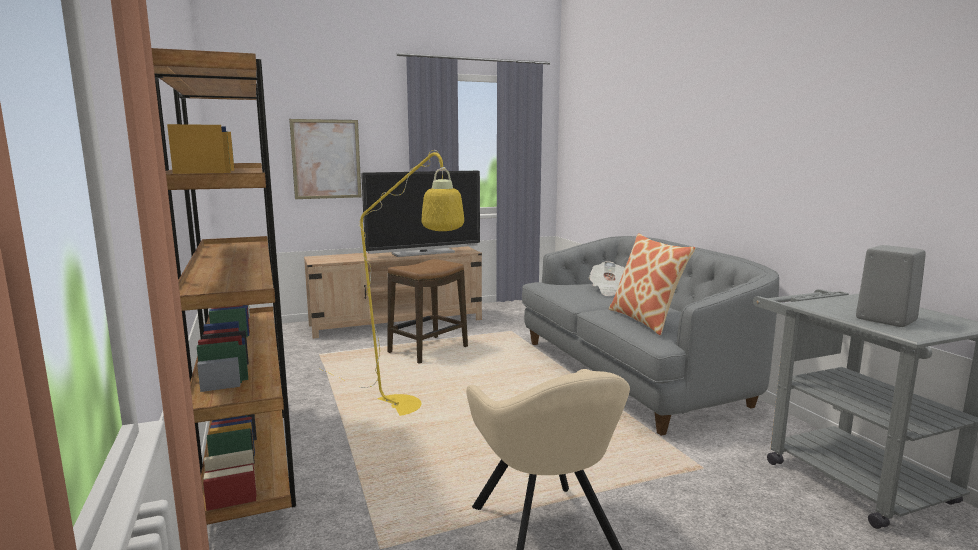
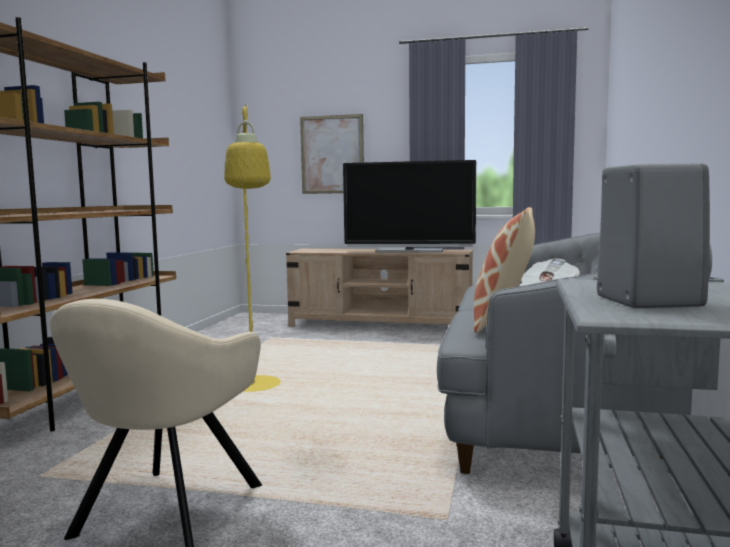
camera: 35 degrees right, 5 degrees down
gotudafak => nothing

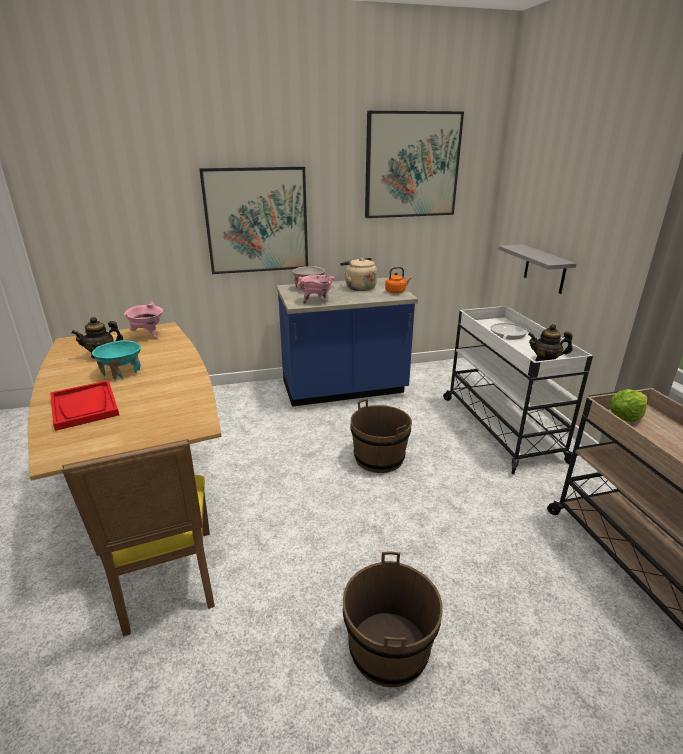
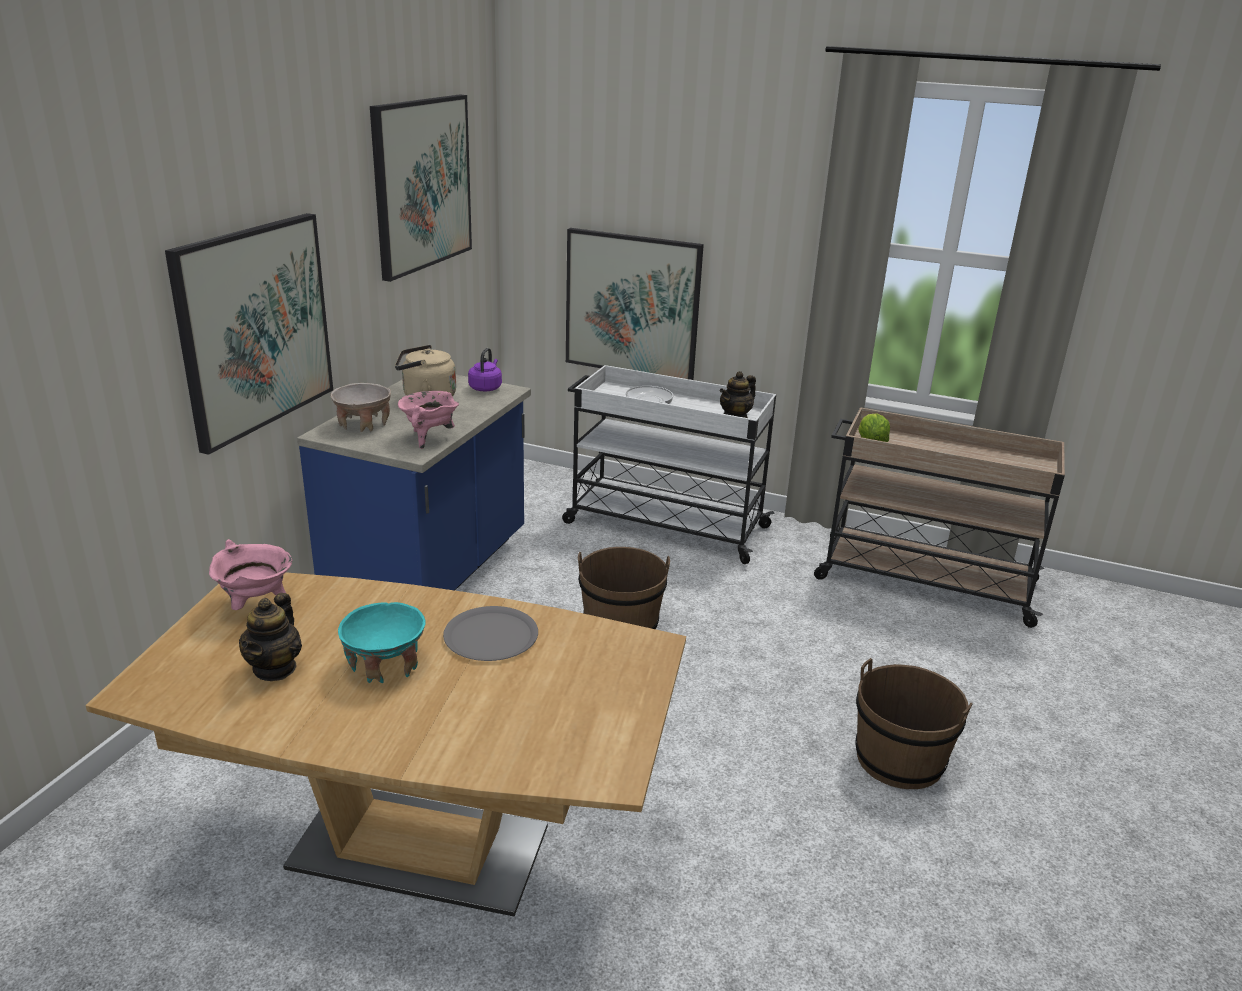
camera: 55 degrees left, 0 degrees up
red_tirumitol => nothing
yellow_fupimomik => nothing
nothing => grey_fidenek
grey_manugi => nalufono (3rd from left)
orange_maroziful => purple_maroziful

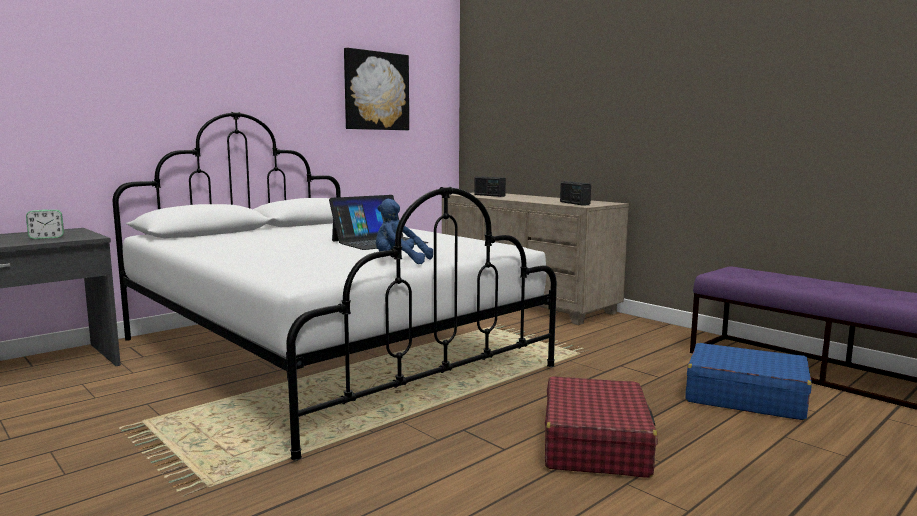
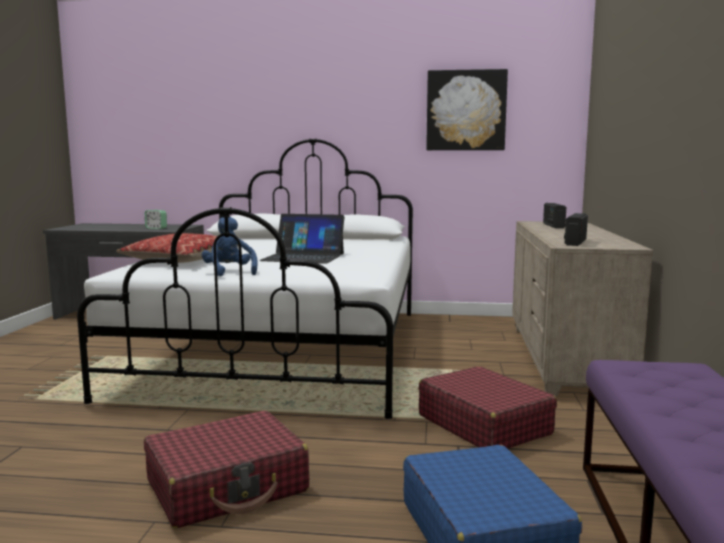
camera: 50 degrees right, 0 degrees up
nothing => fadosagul
nothing => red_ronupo (2nd from left)

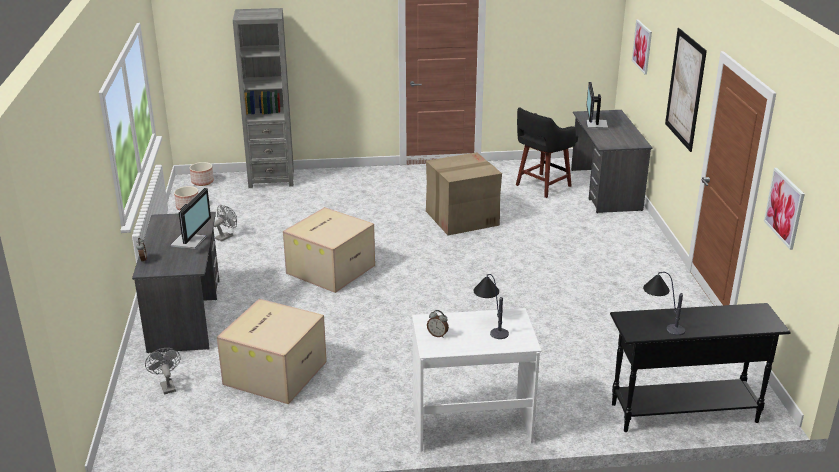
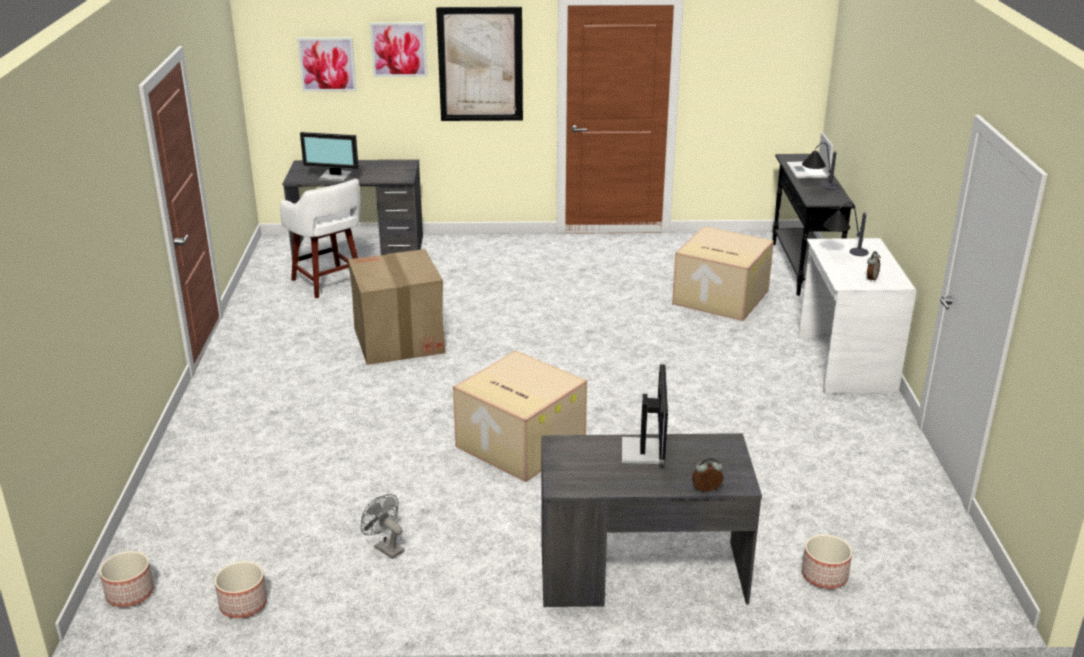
camera: 85 degrees left, 0 degrees up
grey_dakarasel => nothing
nothing => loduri
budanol (1st from left in the first image) => budanol (3rd from left), moved
nalufono (3rd from left in the first image) => nalufono (2nd from left), moved
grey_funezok (1st from left) => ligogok (3rd from left)
black_gotudafak => white_gotudafak
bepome (1st from left in the first image) => bepome (2nd from left), 75 degrees clockwise

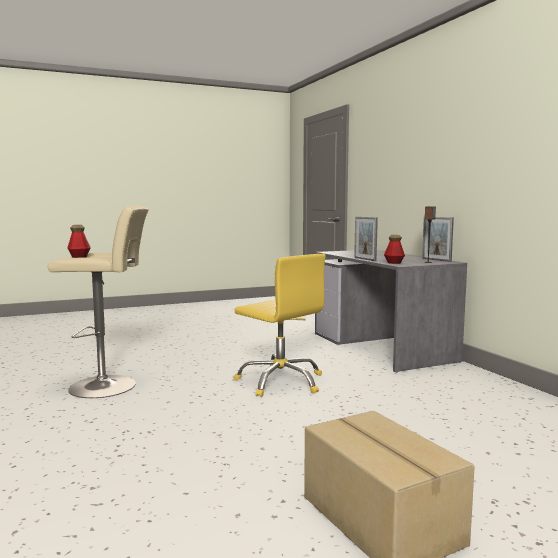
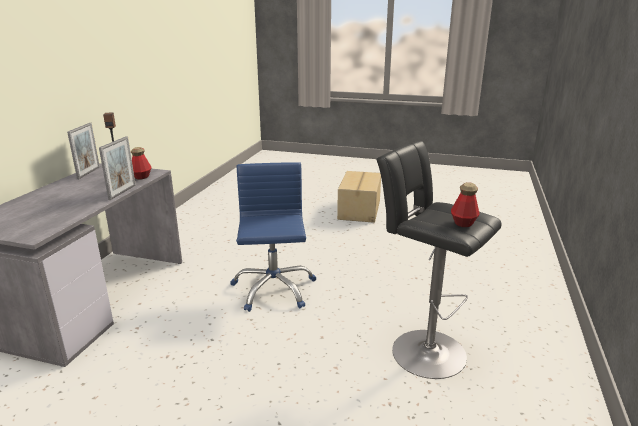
camera: 140 degrees left, 15 degrees up
beige_gotudafak => black_gotudafak
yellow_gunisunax => blue_gunisunax

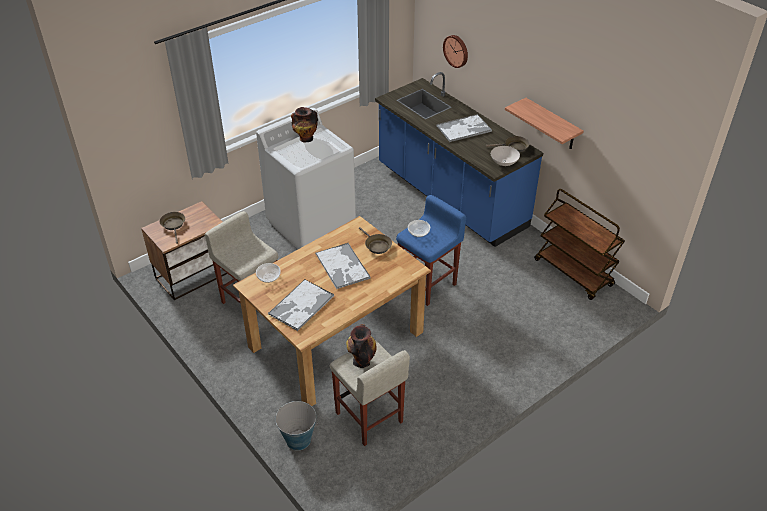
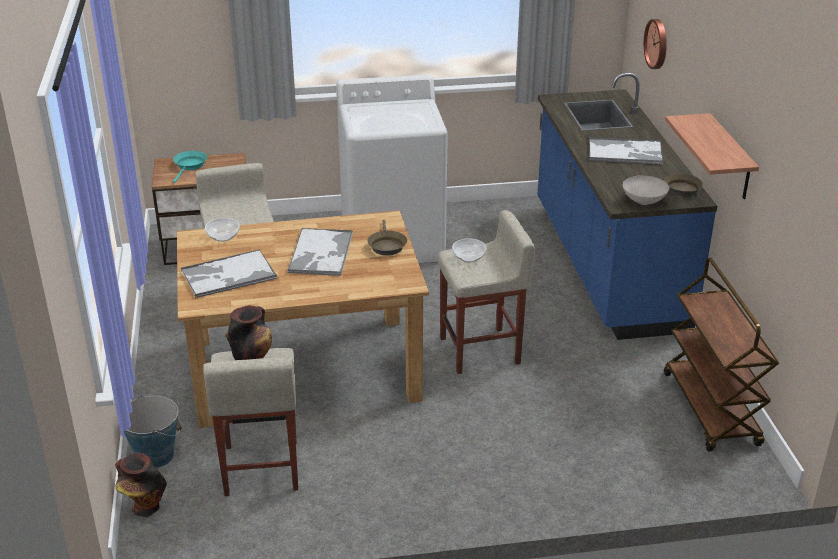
camera: 30 degrees right, 10 degrees down
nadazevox (1st from left), moved
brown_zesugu (1st from left) => turquoise_zesugu
blue_gotudafak => beige_gotudafak (3rd from left)

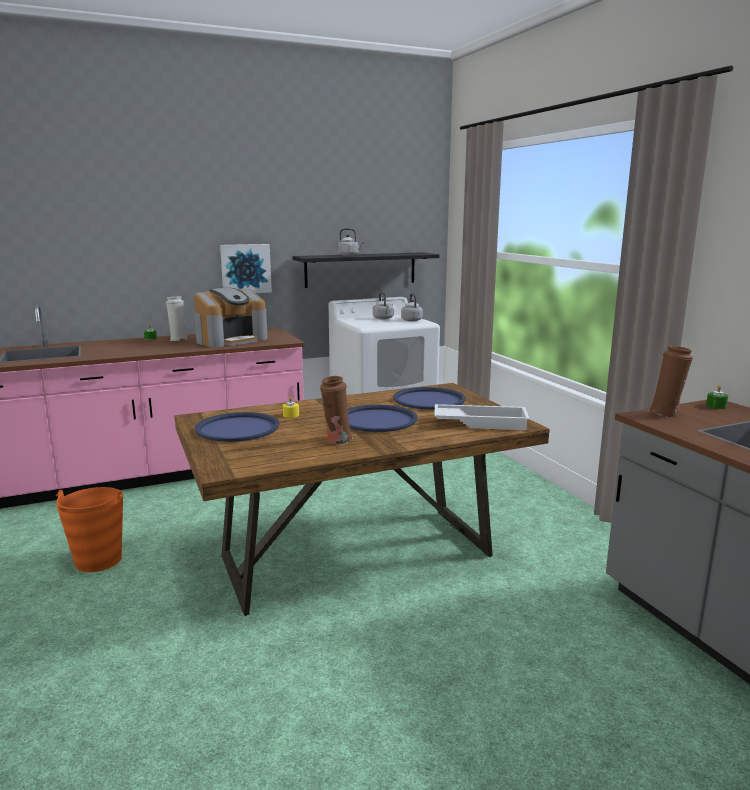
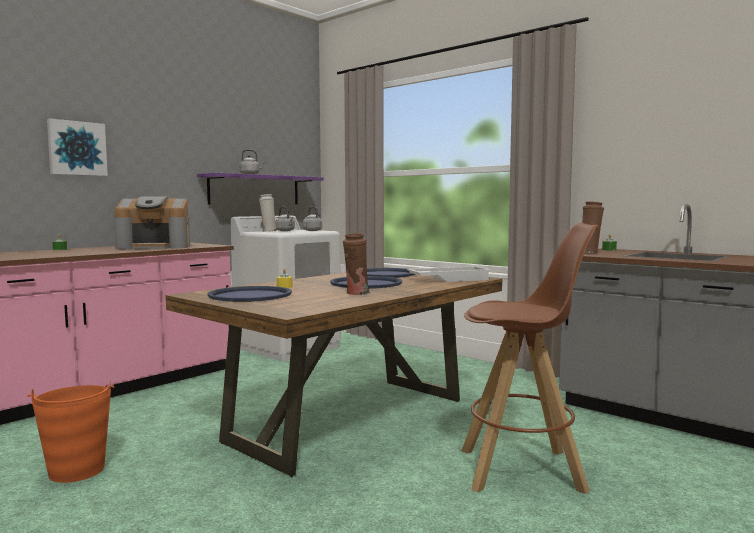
camera: 25 degrees left, 10 degrees down
nothing => brown_gotudafak
white_nadazevox, moved
nalufono, moved
black_manugi => purple_manugi
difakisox, 60 degrees clockwise

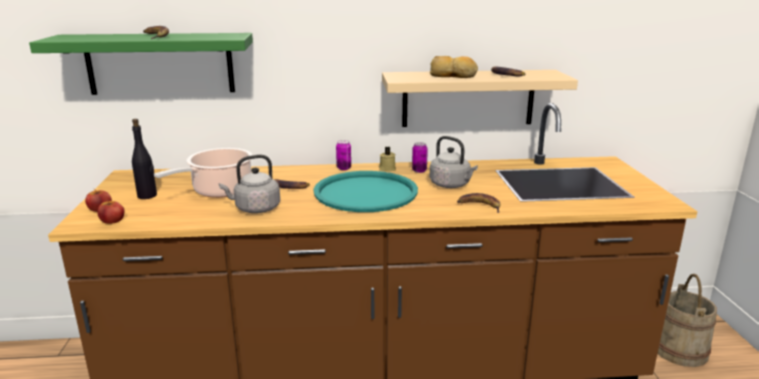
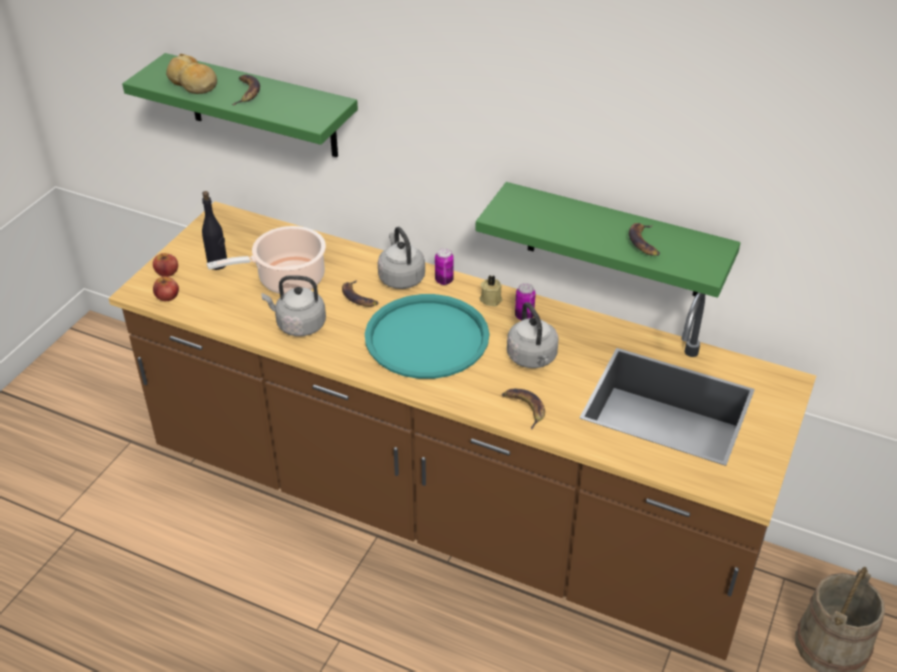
camera: 30 degrees right, 20 degrees up
nothing => grey_maroziful (2nd from left)
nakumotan, moved
beige_manugi => green_manugi (2nd from left)

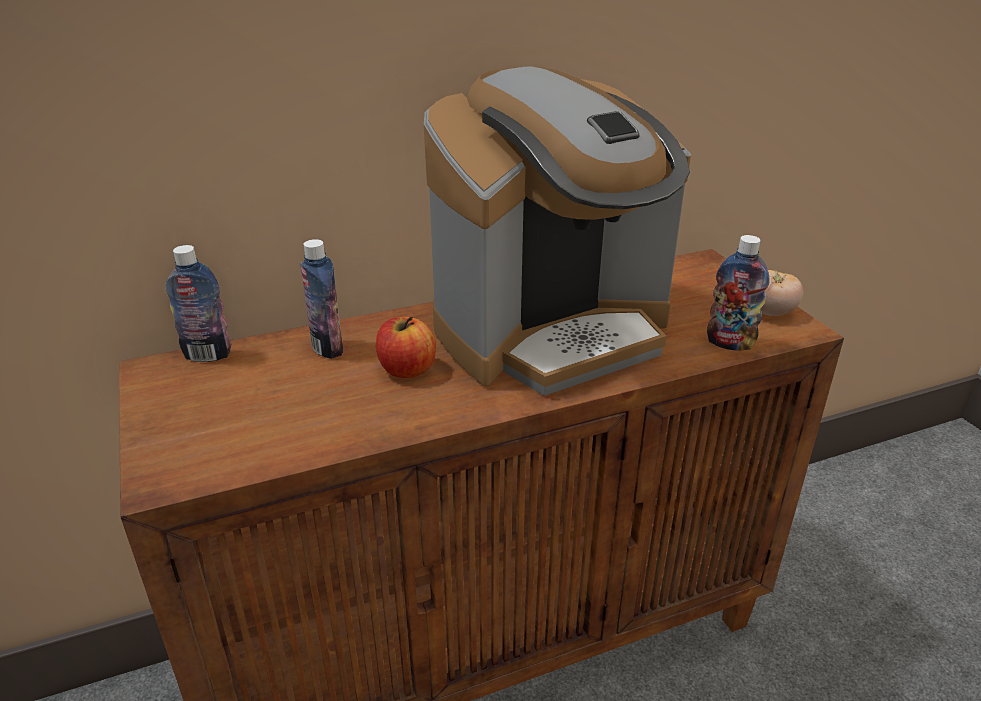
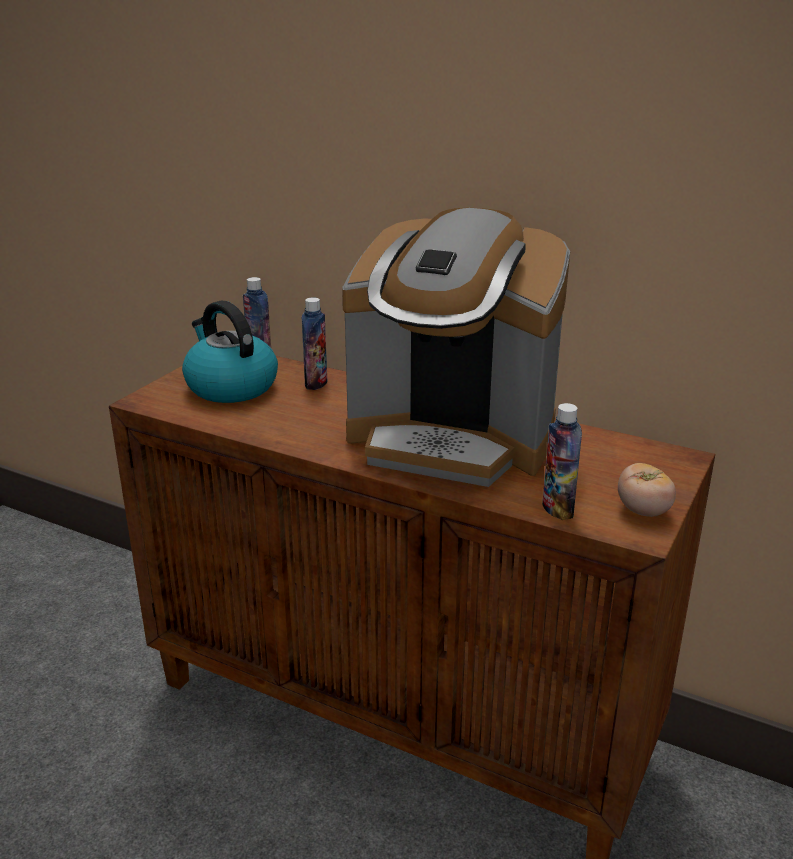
camera: 50 degrees right, 5 degrees down
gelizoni => nothing
nothing => maroziful

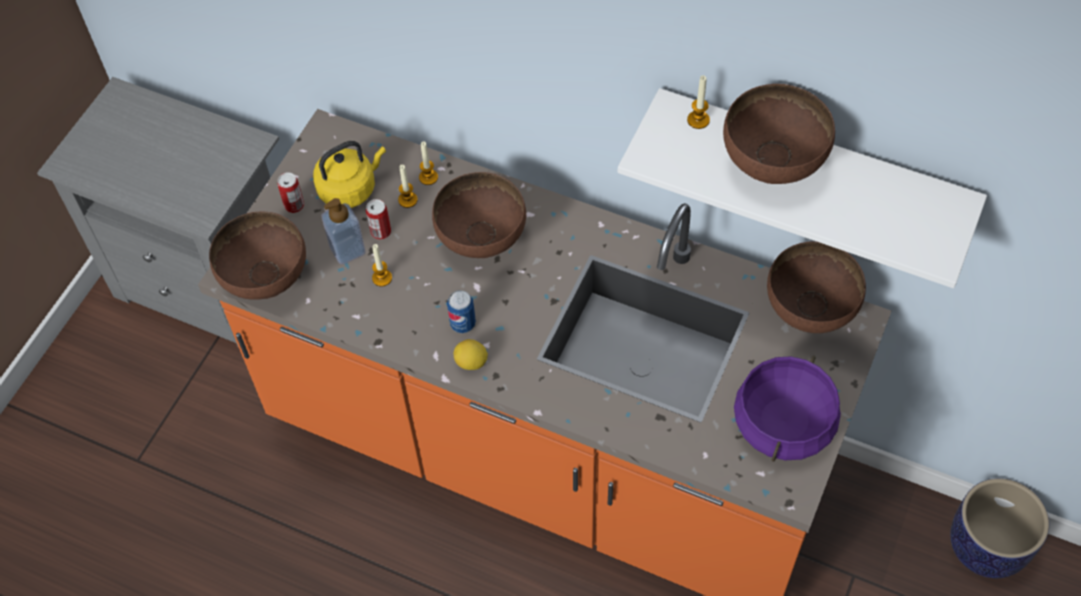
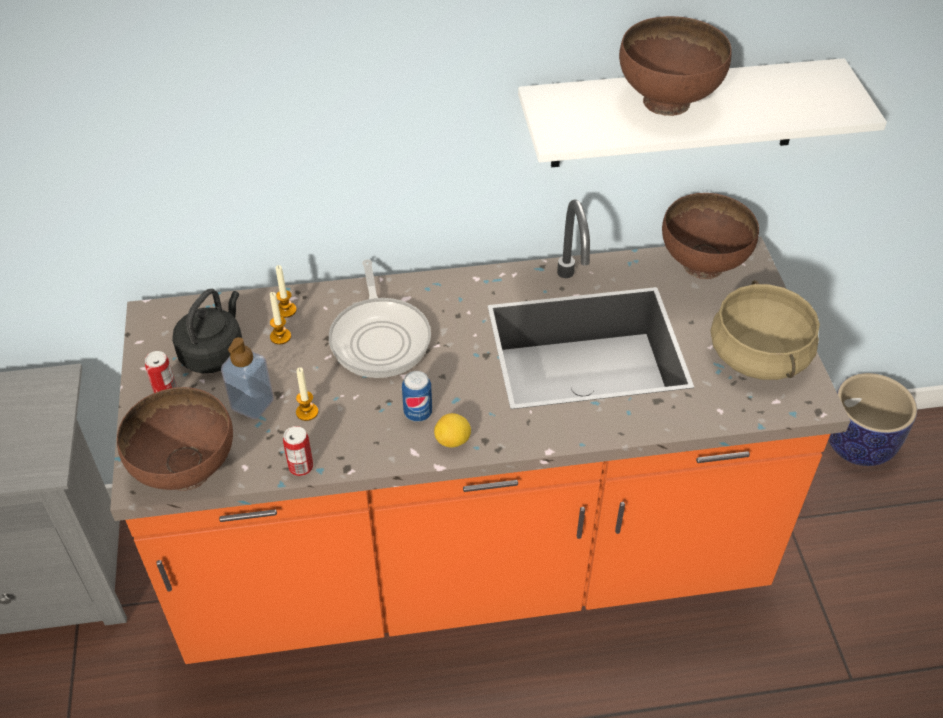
camera: 35 degrees left, 10 degrees down
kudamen (4th from left) => nothing
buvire (2nd from left), moved
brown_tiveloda (2nd from left) => zesugu
yellow_maroziful => black_maroziful
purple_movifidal => beige_movifidal

